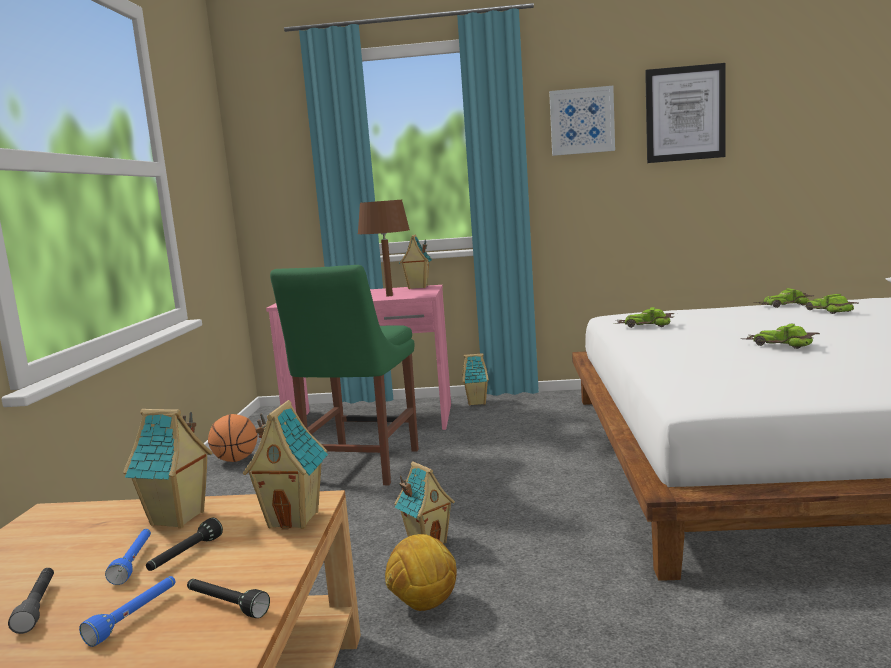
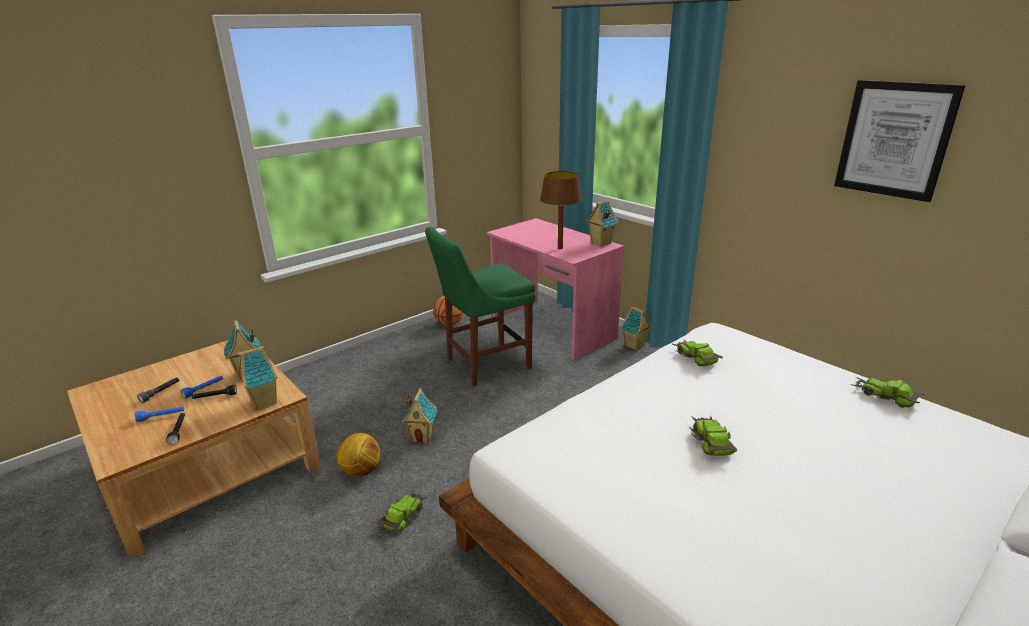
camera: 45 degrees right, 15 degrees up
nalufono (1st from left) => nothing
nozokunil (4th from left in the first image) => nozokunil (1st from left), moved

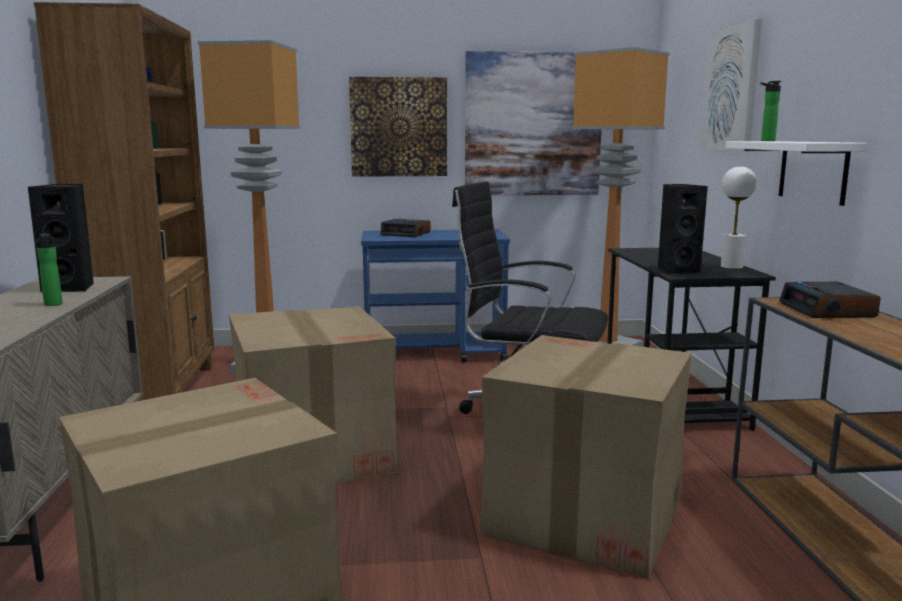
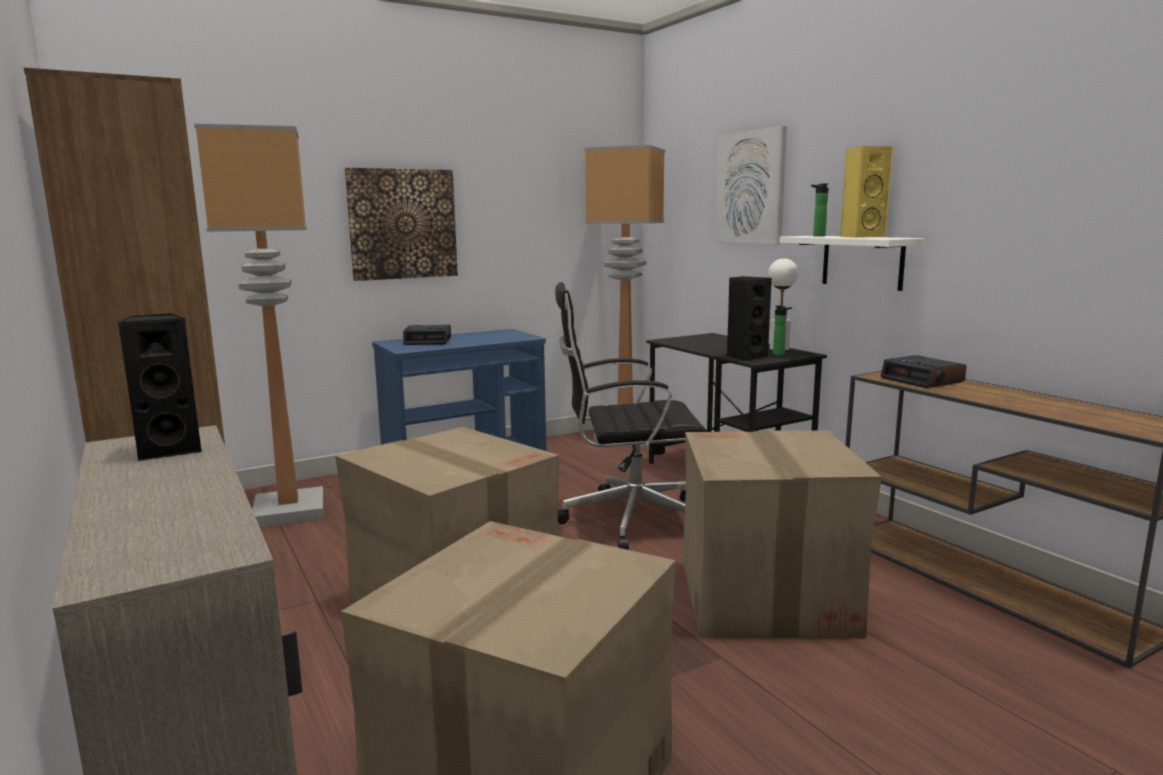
camera: 25 degrees left, 0 degrees up
nalufono (2nd from left) => nothing
nothing => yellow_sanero
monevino (1st from left), moved

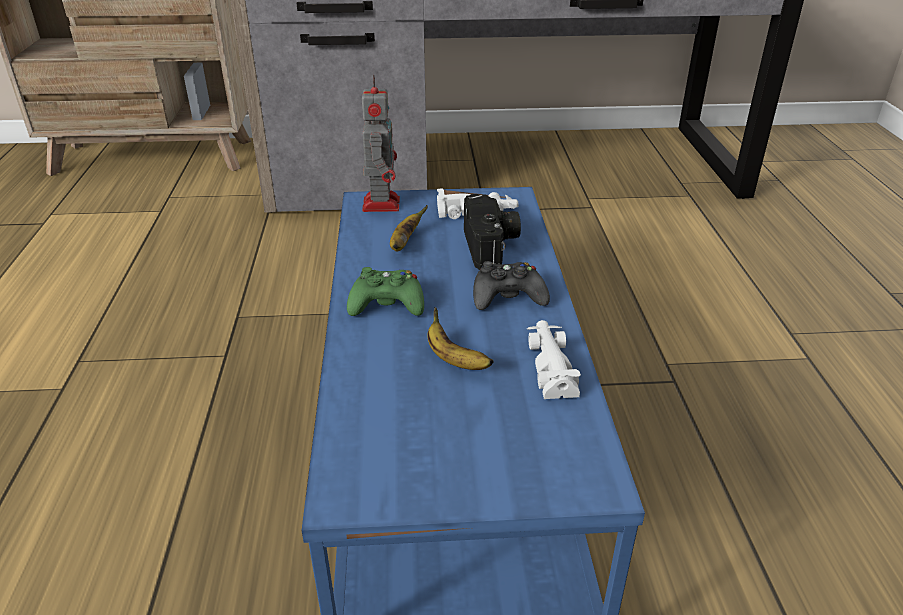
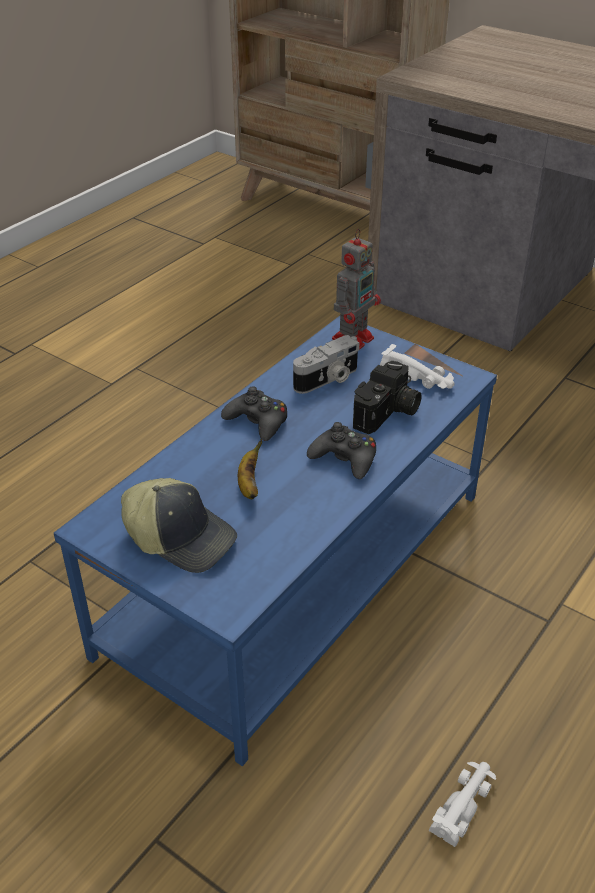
camera: 40 degrees right, 5 degrees up
nothing => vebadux
white_nozokunil (2nd from left), moved
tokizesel (1st from left) => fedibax (1st from left)
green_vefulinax => black_vefulinax (1st from left)

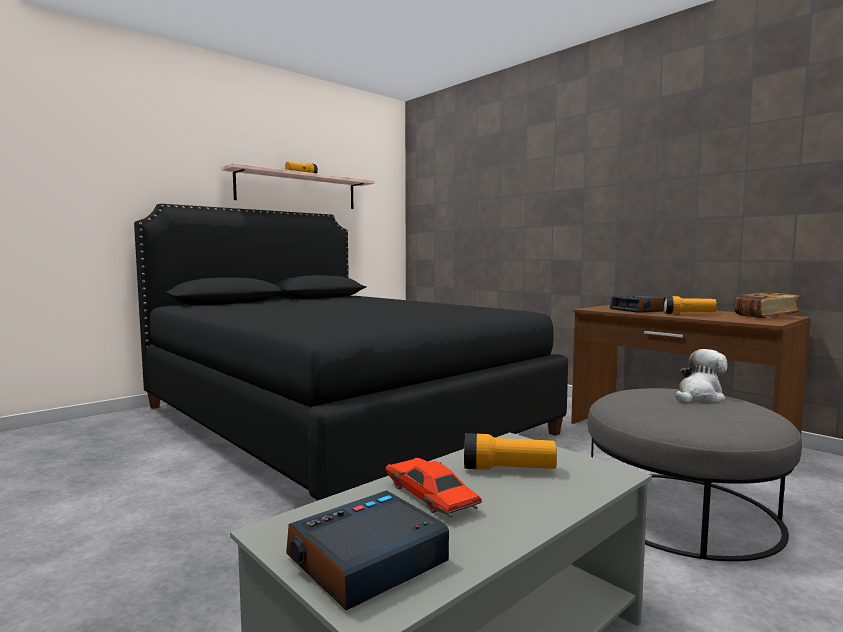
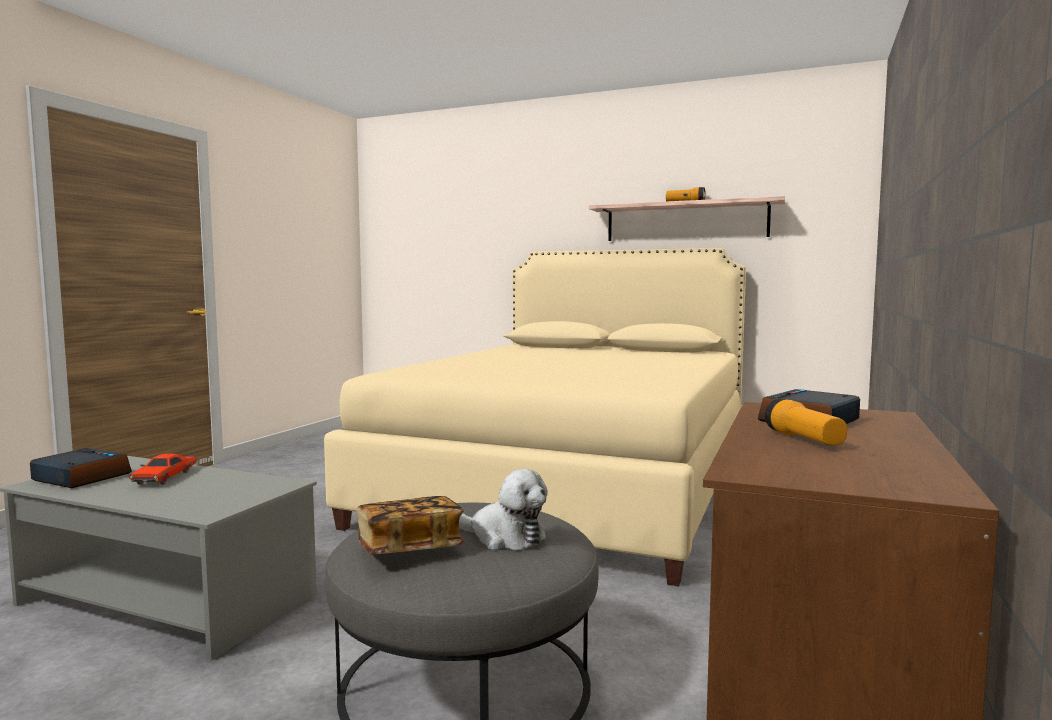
camera: 65 degrees right, 0 degrees up
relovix (2nd from left) => nothing
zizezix, moved
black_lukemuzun => beige_lukemuzun
red_nozokunil, 150 degrees clockwise

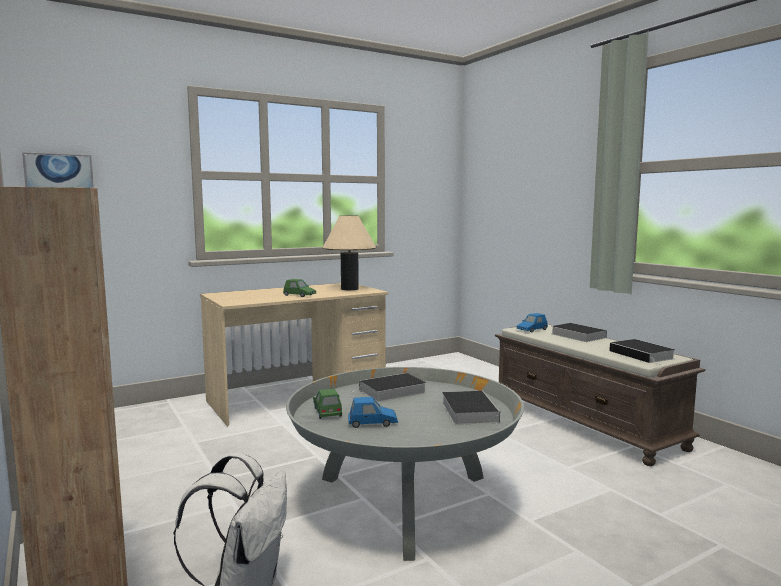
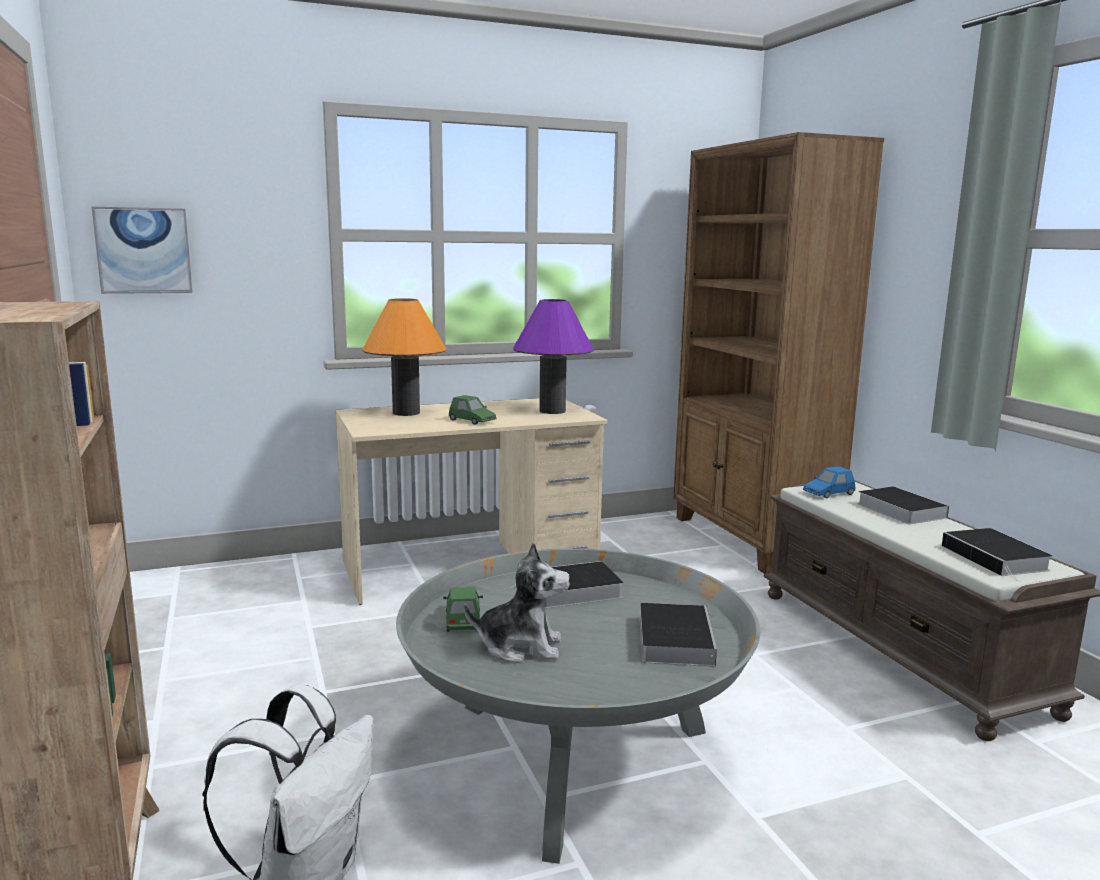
camera: 10 degrees right, 5 degrees up
nothing => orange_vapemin
nothing => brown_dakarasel (2nd from left)
blue_nozokunil (1st from left) => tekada
beige_vapemin => purple_vapemin

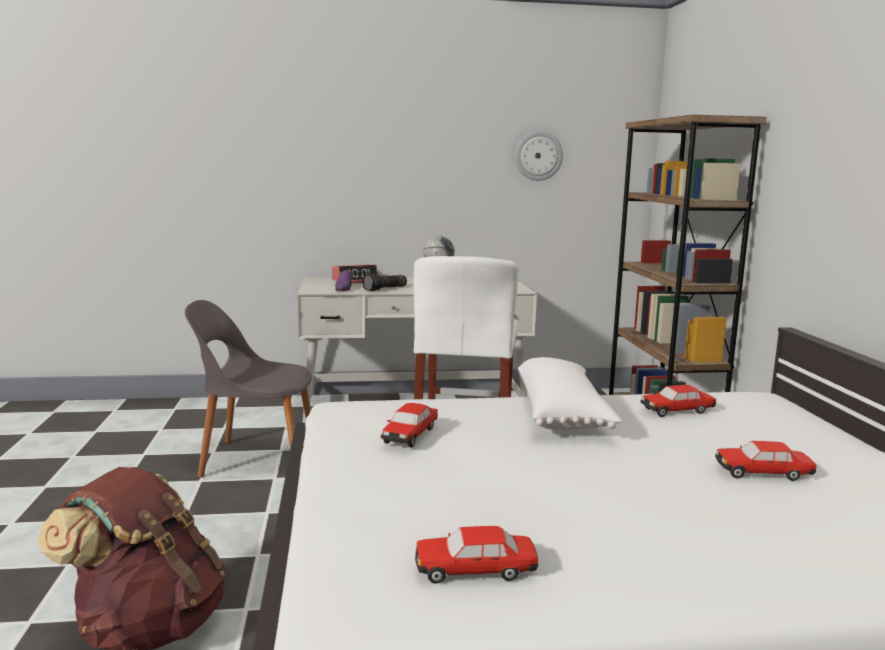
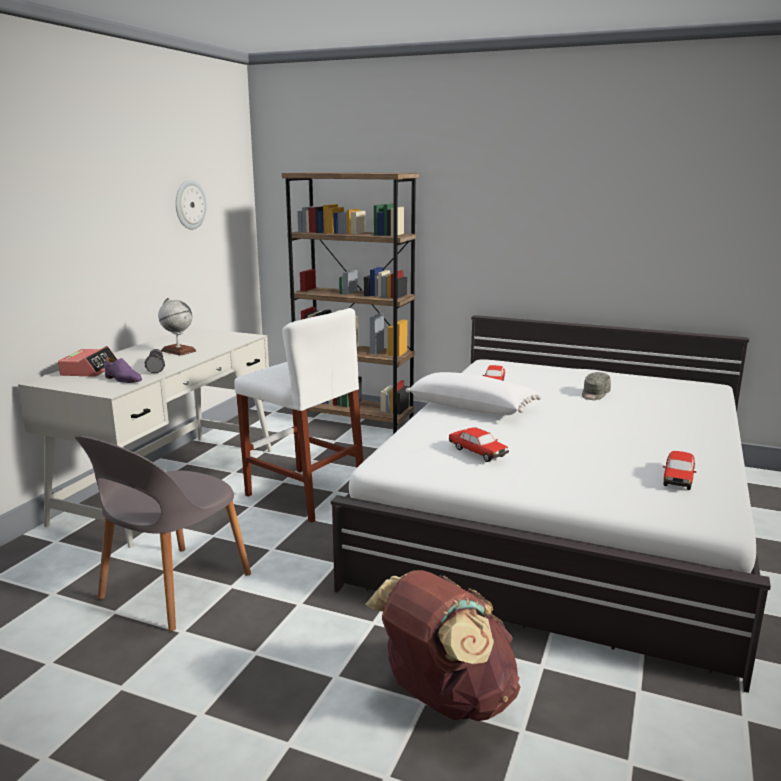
camera: 60 degrees left, 5 degrees up
nozokunil (4th from left) => grey_vebadux

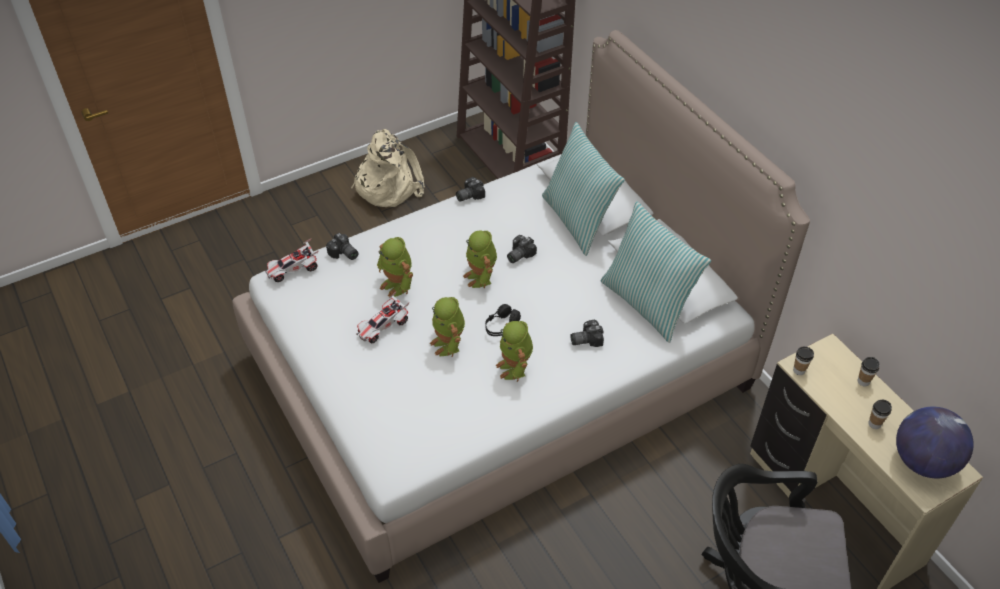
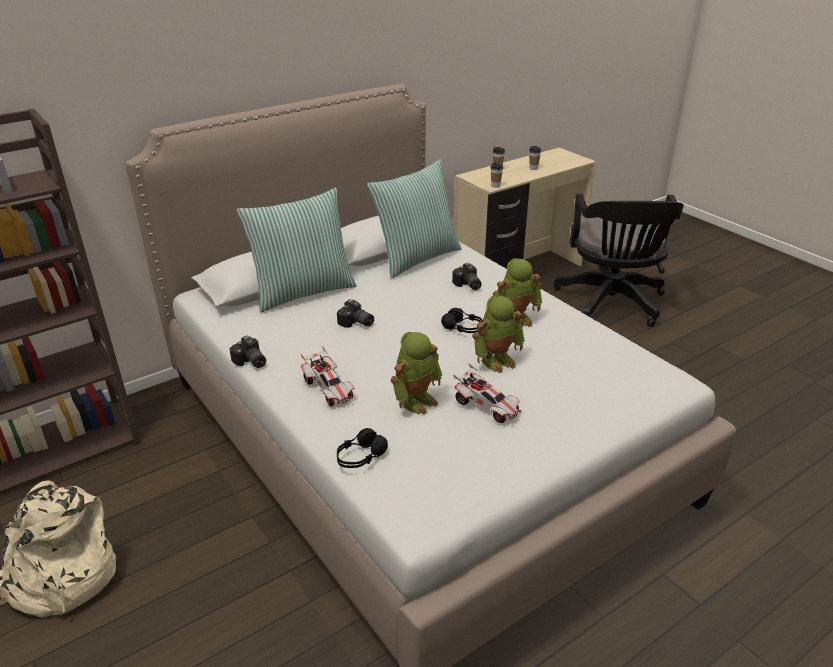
camera: 95 degrees left, 15 degrees down
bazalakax (3rd from left) => nothing
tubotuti => nothing
nozokunil (1st from left), moved
fedibax (1st from left) => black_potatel (1st from left)

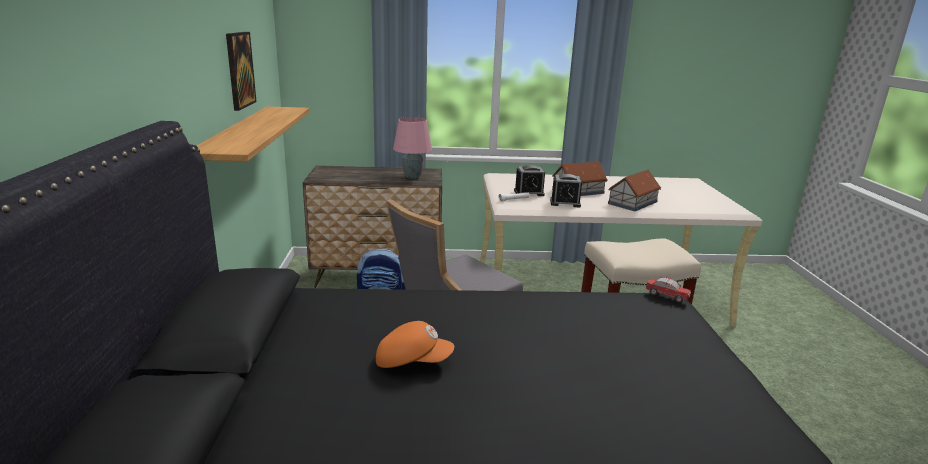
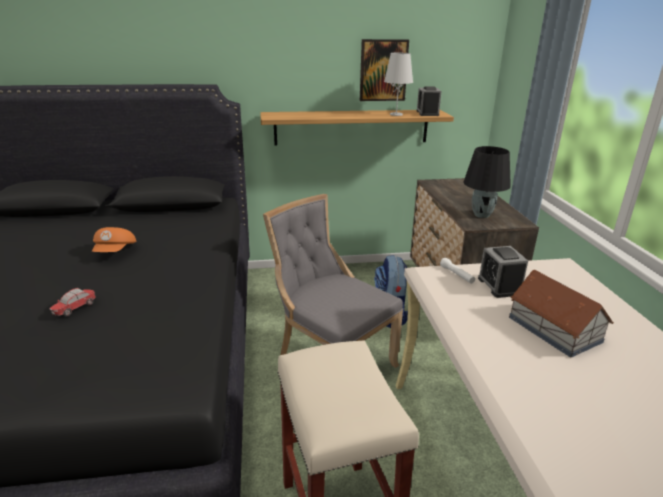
camera: 85 degrees right, 5 degrees up
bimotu (2nd from left) => nothing
nothing => white_vapemin
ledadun (2nd from left in the first image) => ledadun (1st from left), moved
nozokunil, moved
pink_vapemin => black_vapemin

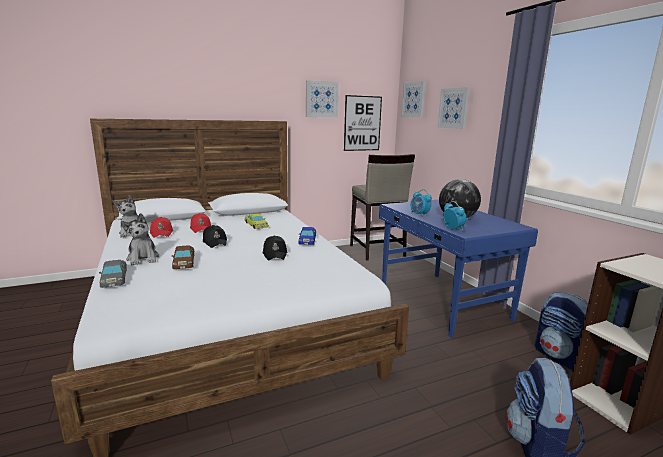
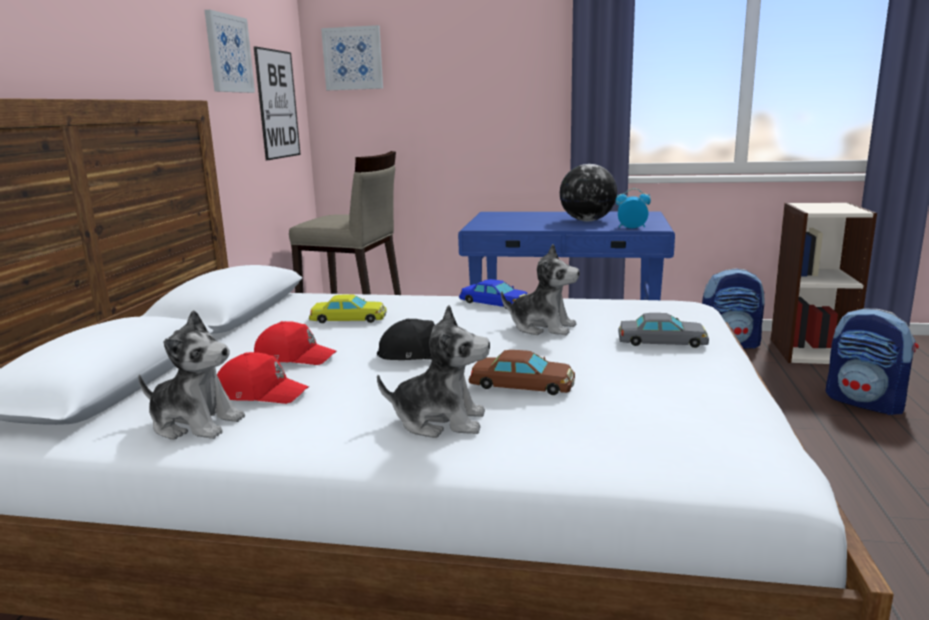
camera: 55 degrees left, 0 degrees up
ledadun (1st from left) => nothing
nalufono (4th from left) => nothing
grey_nozokunil, moved
black_vebadux (2nd from left) => tekada (3rd from left)

